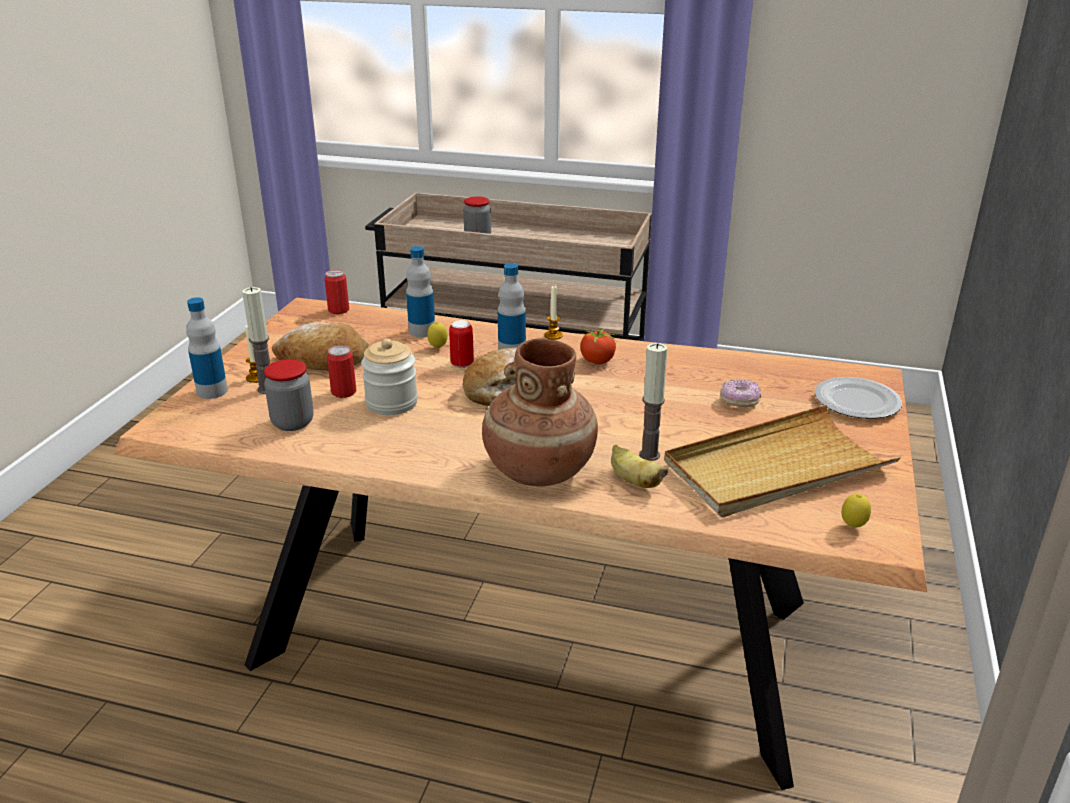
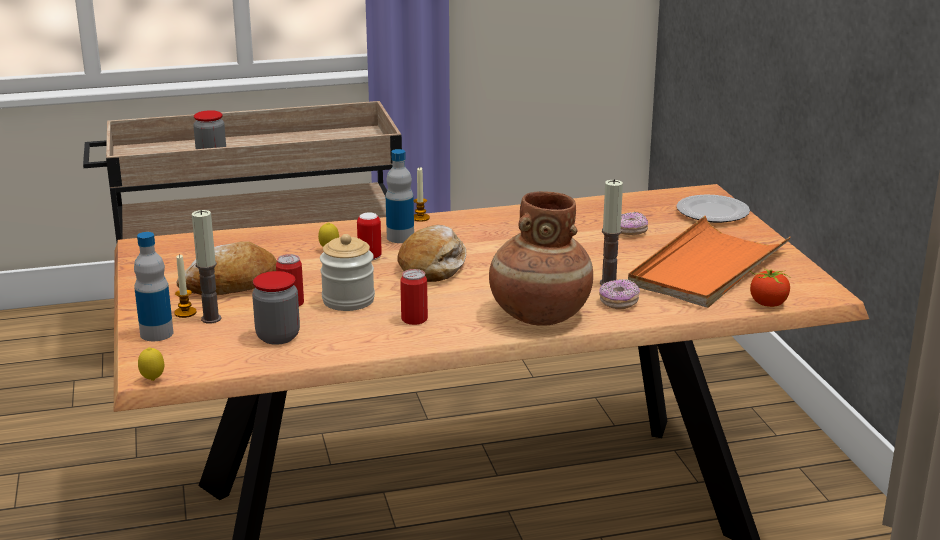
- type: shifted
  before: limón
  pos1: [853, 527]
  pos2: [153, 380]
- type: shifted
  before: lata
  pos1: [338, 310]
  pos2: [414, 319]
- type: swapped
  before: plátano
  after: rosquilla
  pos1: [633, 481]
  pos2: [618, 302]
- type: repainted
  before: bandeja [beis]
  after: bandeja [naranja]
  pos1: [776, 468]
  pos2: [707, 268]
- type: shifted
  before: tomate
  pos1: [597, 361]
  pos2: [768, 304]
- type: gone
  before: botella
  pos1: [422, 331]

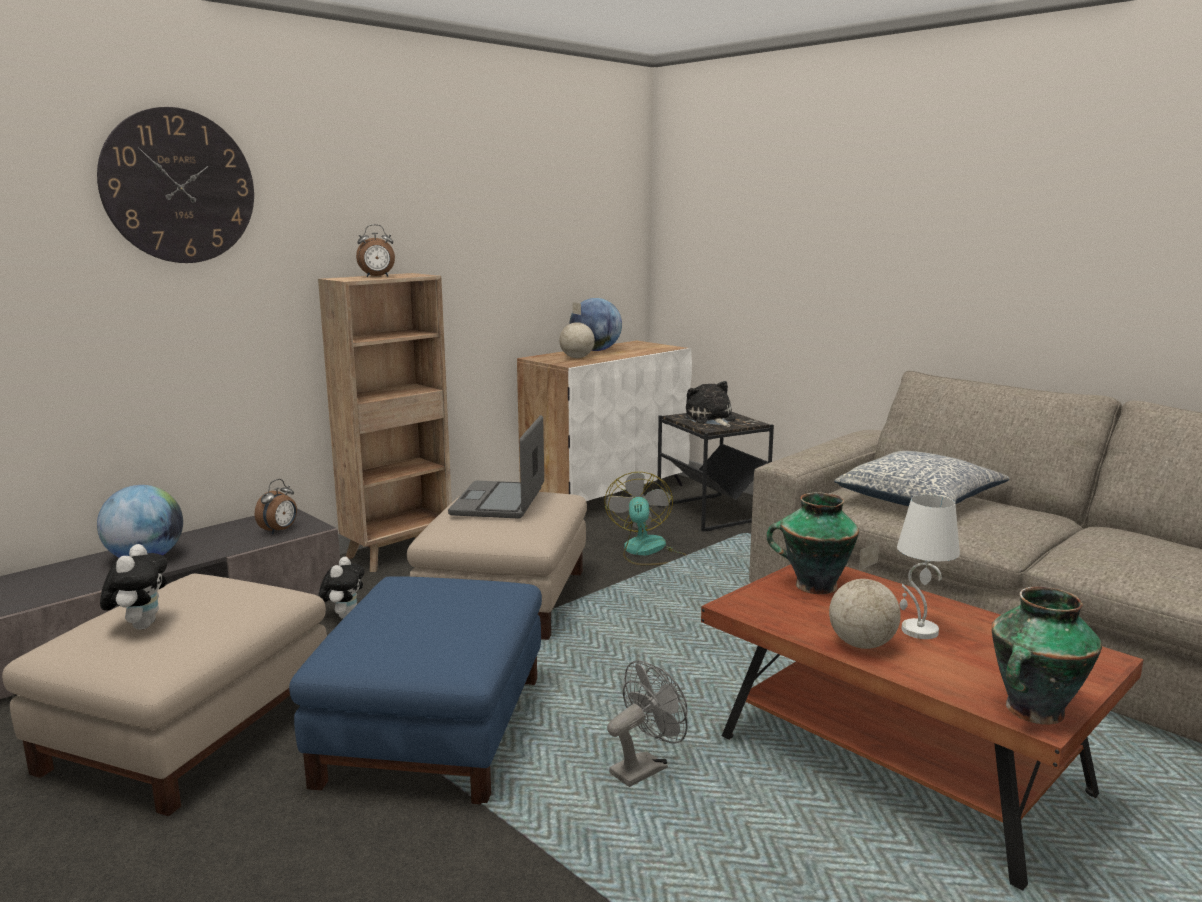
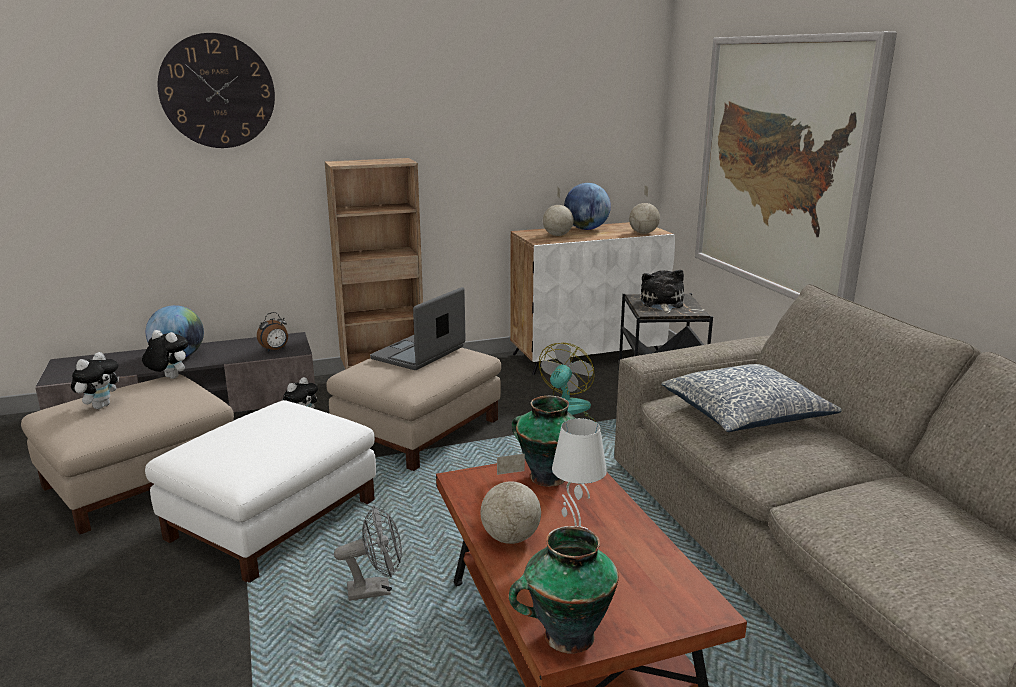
- type: new
  after: peluche
  pos2: [169, 378]
- type: repainted
  before: puf [azul]
  after: puf [blanco]
  pos1: [432, 728]
  pos2: [272, 518]
- type: new
  after: globo terráqueo
  pos2: [643, 233]
- type: new
  after: cuadro
  pos2: [782, 165]
- type: gone
  before: despertador
  pos1: [377, 276]

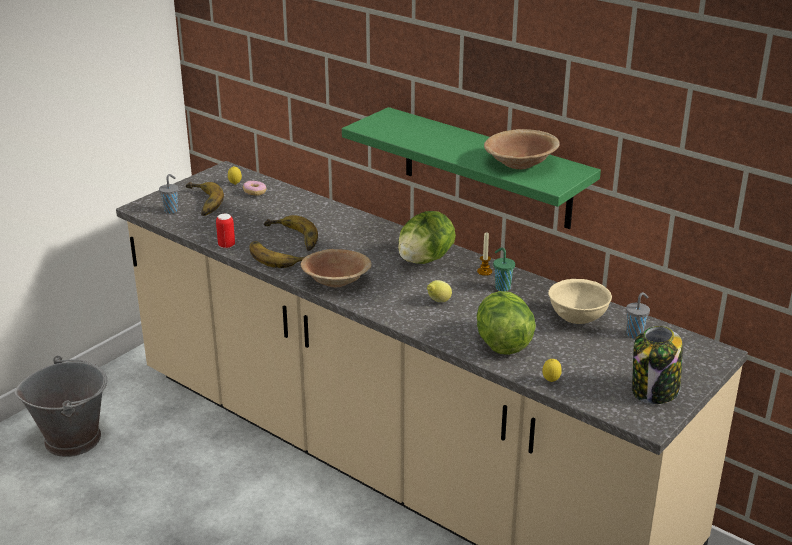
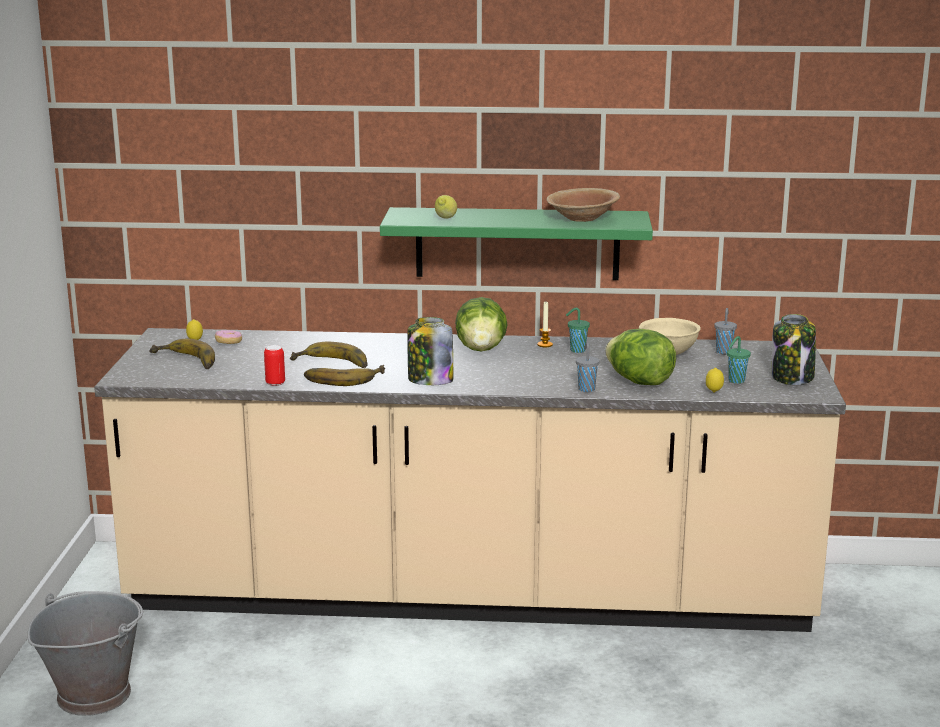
- type: swapped
  before: cuenco [marrón]
  after: tarro
  pos1: [336, 281]
  pos2: [429, 380]
- type: shifted
  before: limón
  pos1: [438, 302]
  pos2: [445, 219]
- type: shifted
  before: taza [gris]
  pos1: [171, 210]
  pos2: [586, 389]
- type: new
  after: taza [verde]
  pos2: [735, 381]

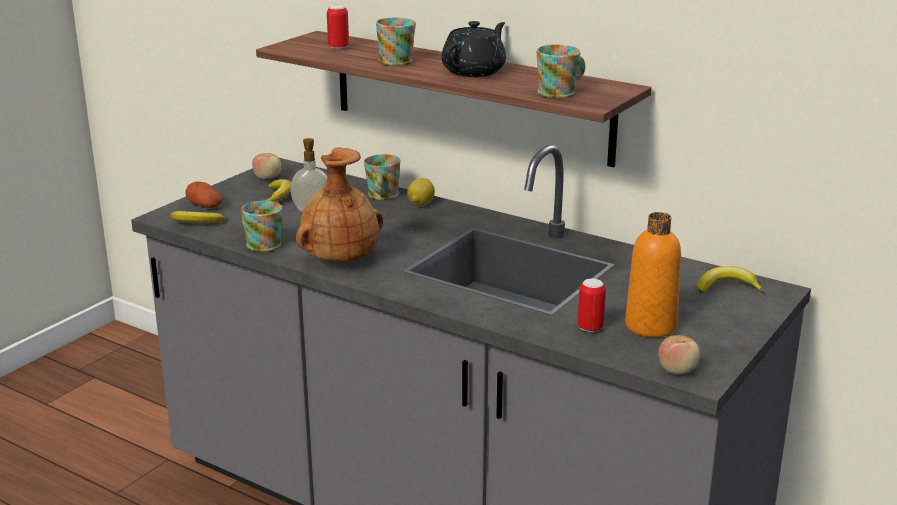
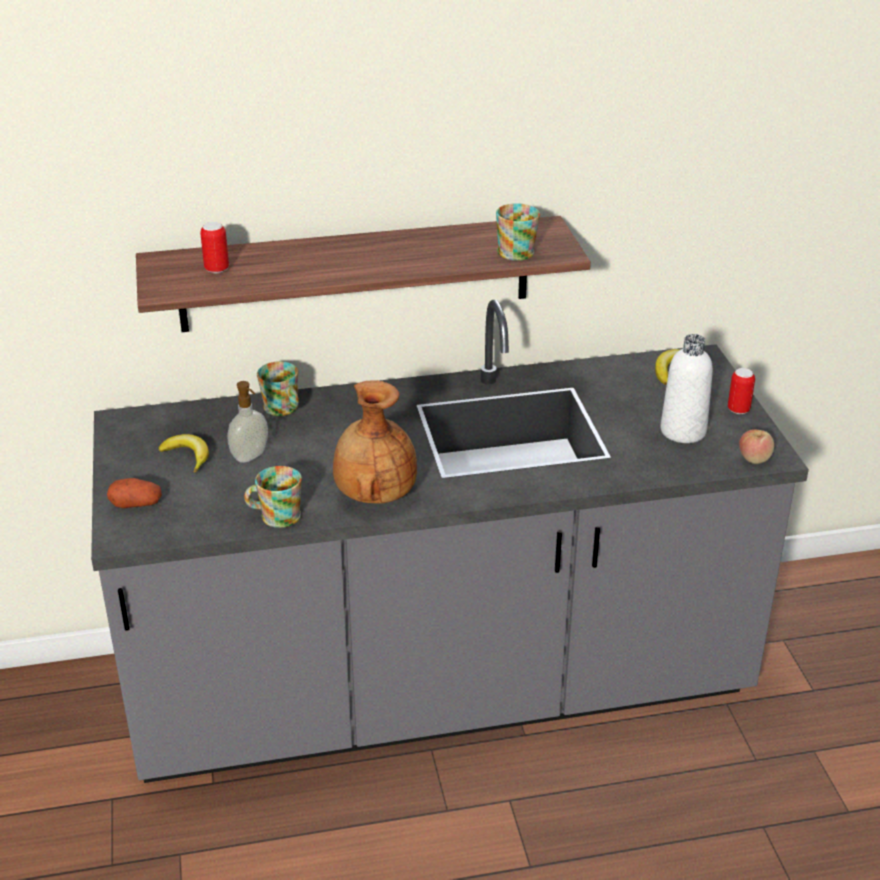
- type: repainted
  before: botella [naranja]
  after: botella [blanco]
  pos1: [650, 326]
  pos2: [683, 431]
- type: shifted
  before: lata
  pos1: [590, 328]
  pos2: [738, 410]
- type: gone
  before: plátano
  pos1: [196, 223]
- type: gone
  before: manzana
  pos1: [268, 178]
- type: gone
  before: taza grande
  pos1: [396, 60]
- type: gone
  before: limón
  pos1: [420, 204]
- type: gone
  before: tetera [negro]
  pos1: [475, 71]

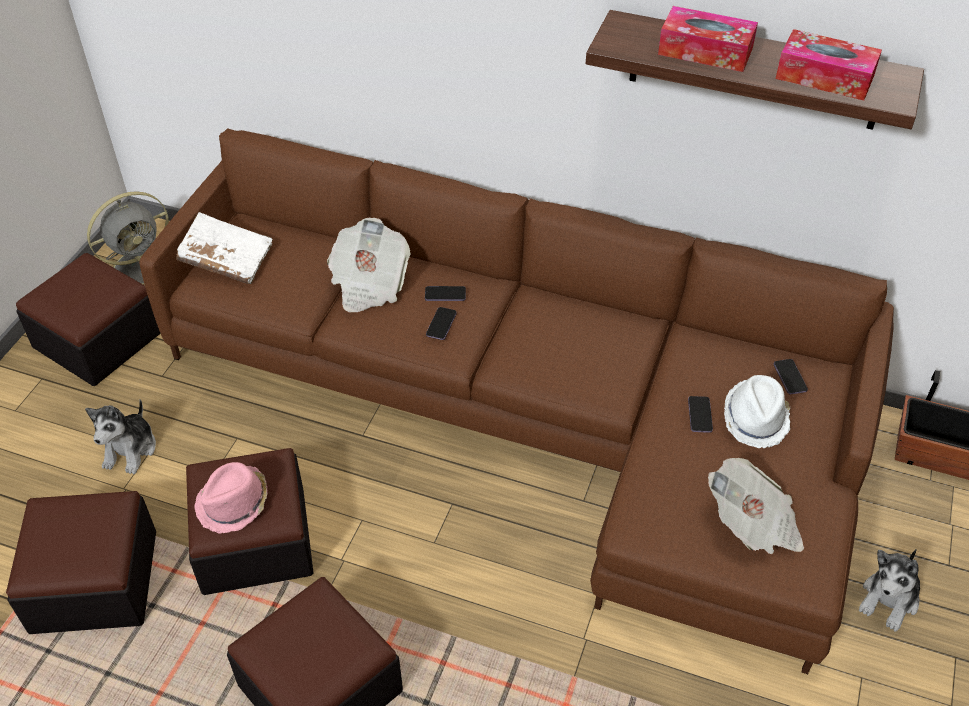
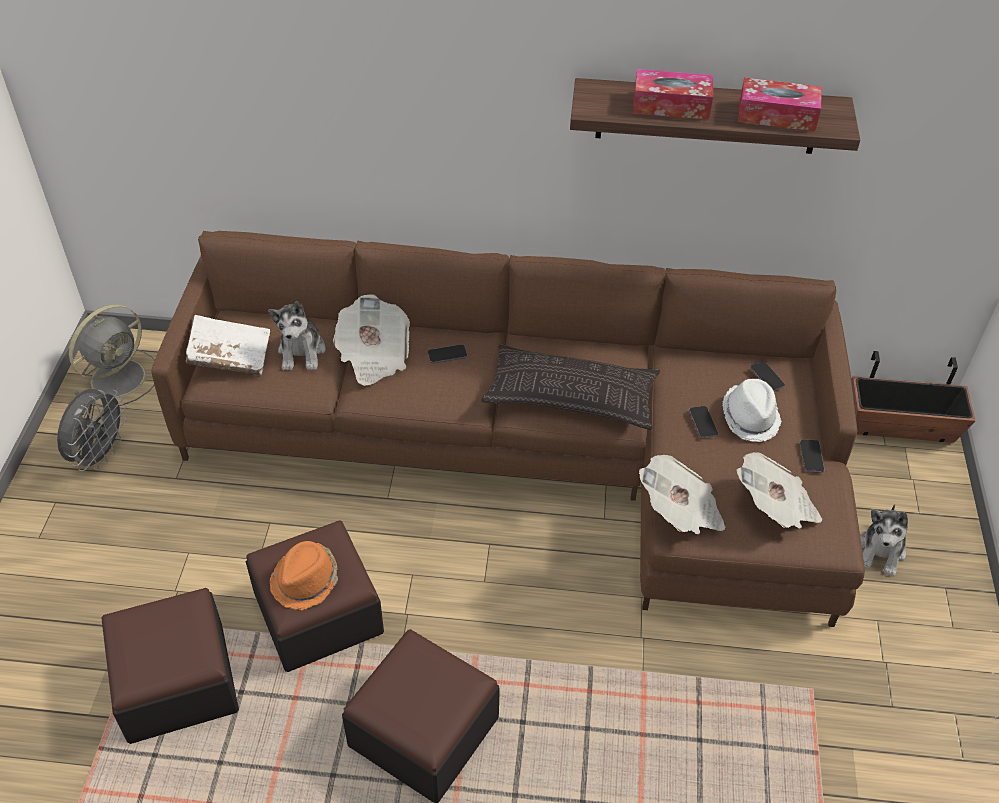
- type: swapped
  before: puf
  after: ventilador [gris]
  pos1: [98, 339]
  pos2: [100, 454]
- type: shifted
  before: peluche
  pos1: [130, 450]
  pos2: [302, 352]
- type: repainted
  before: sombrero [rosa]
  after: sombrero [naranja]
  pos1: [234, 504]
  pos2: [306, 580]
- type: new
  after: cojín
  pos2: [571, 395]
- type: new
  after: periódico
  pos2: [680, 512]
- type: shifted
  before: móvil
  pos1: [441, 324]
  pos2: [811, 457]

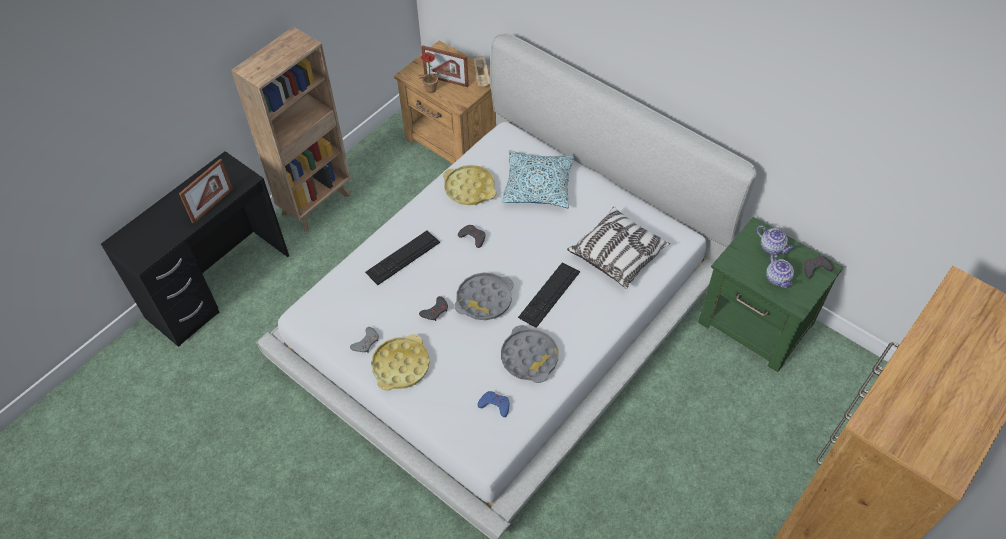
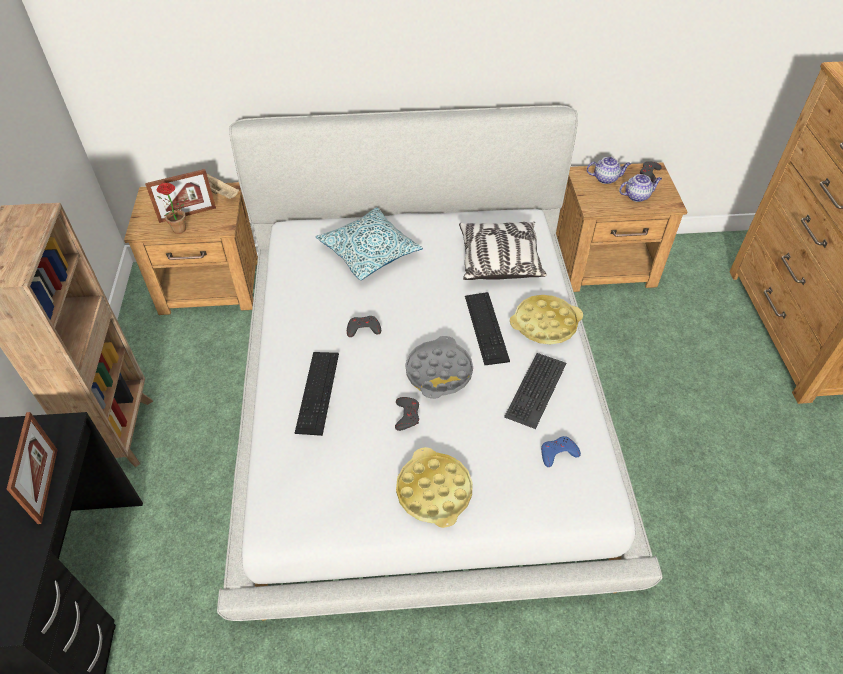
- type: swapped
  before: bandeja [gris]
  after: teclado
  pos1: [529, 357]
  pos2: [535, 389]
- type: shifted
  before: bandeja [amarillo]
  pos1: [469, 188]
  pos2: [545, 324]
- type: repainted
  before: mesita de noche [verde]
  after: mesita de noche [marrón]
  pos1: [756, 324]
  pos2: [605, 265]
- type: rotated
  before: tetera
  pos1: [778, 279]
  pos2: [637, 196]
  turn: -45
- type: gone
  before: mando de consola [gris]
  pos1: [366, 342]

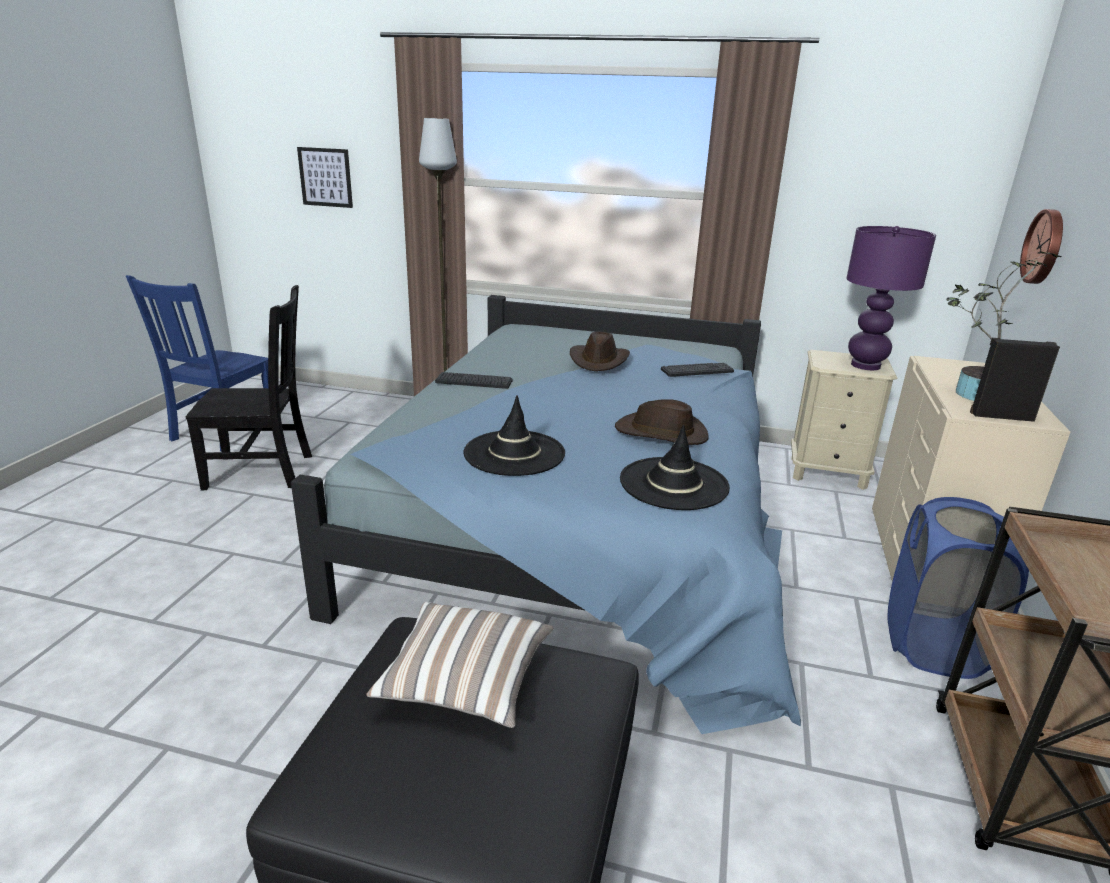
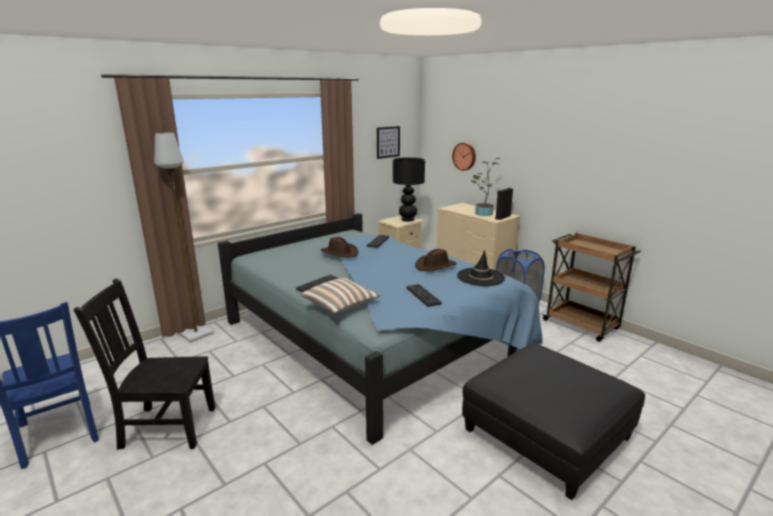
- type: rotated
  before: silla [negro]
  pos1: [263, 472]
  pos2: [165, 427]
  turn: -120
- type: shifted
  before: cojín
  pos1: [465, 682]
  pos2: [340, 306]
- type: shifted
  before: cuadro
  pos1: [325, 177]
  pos2: [388, 142]
- type: repainted
  before: lámpara de mesa [morado]
  after: lámpara de mesa [negro]
  pos1: [865, 365]
  pos2: [407, 219]
- type: swapped
  before: sombrero [negro]
  after: teclado
  pos1: [514, 453]
  pos2: [423, 295]

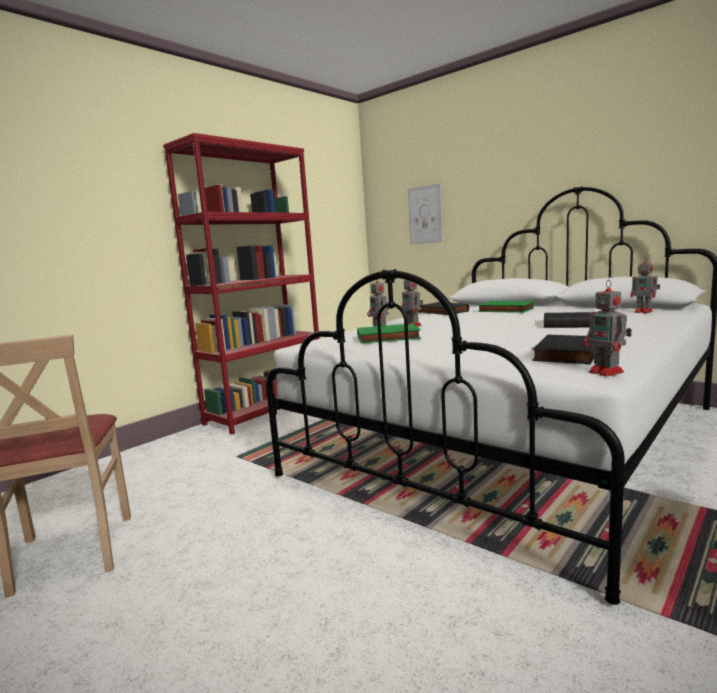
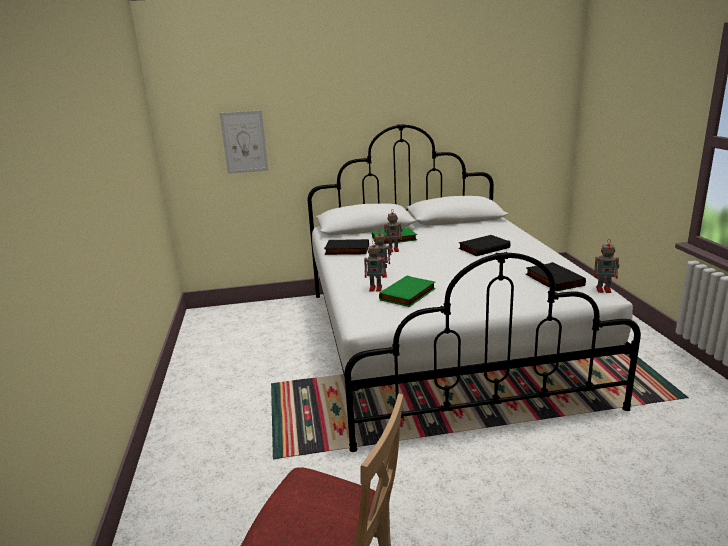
- type: shifted
  before: robot de juguete
  pos1: [644, 312]
  pos2: [394, 250]
- type: gone
  before: estantería [rojo]
  pos1: [267, 411]

